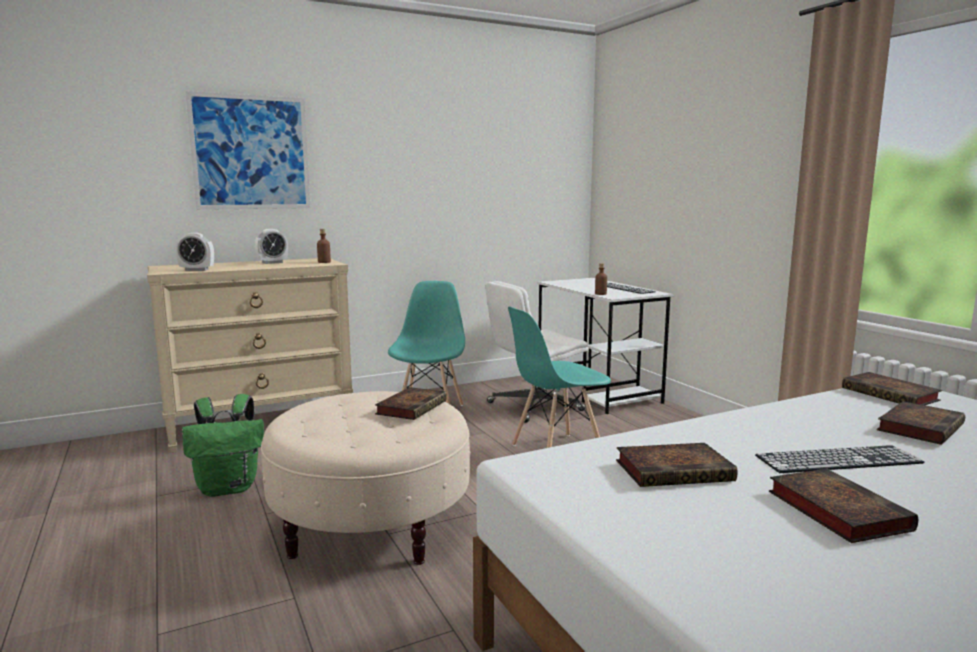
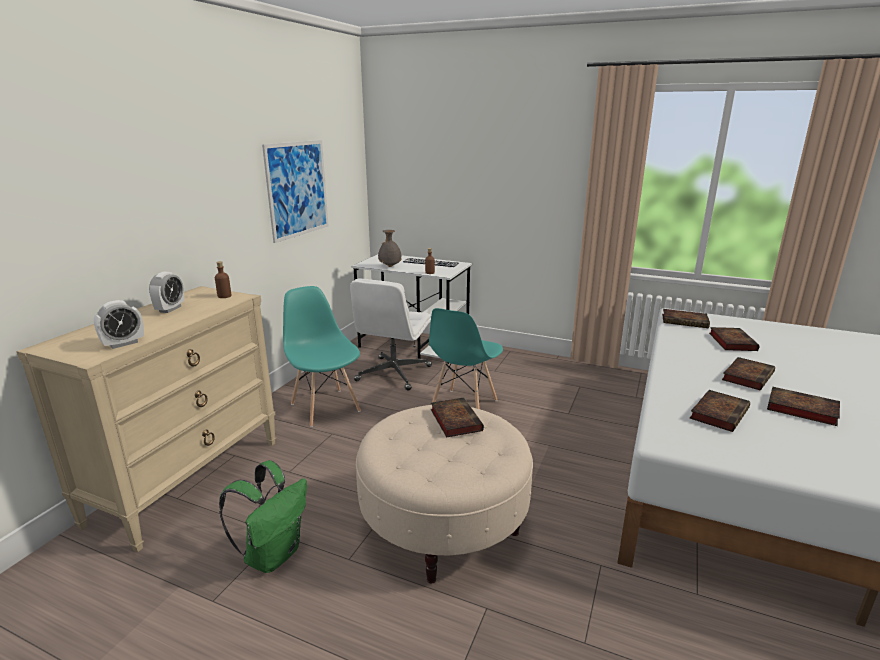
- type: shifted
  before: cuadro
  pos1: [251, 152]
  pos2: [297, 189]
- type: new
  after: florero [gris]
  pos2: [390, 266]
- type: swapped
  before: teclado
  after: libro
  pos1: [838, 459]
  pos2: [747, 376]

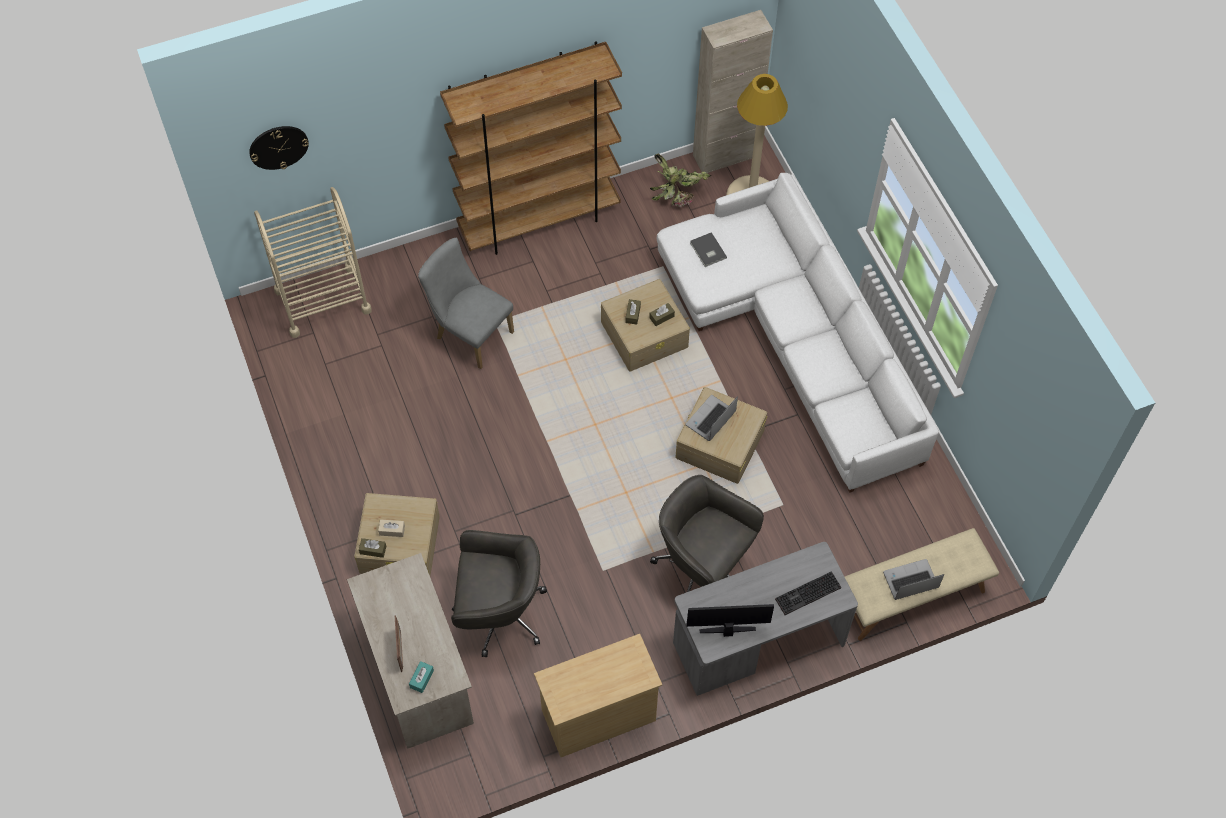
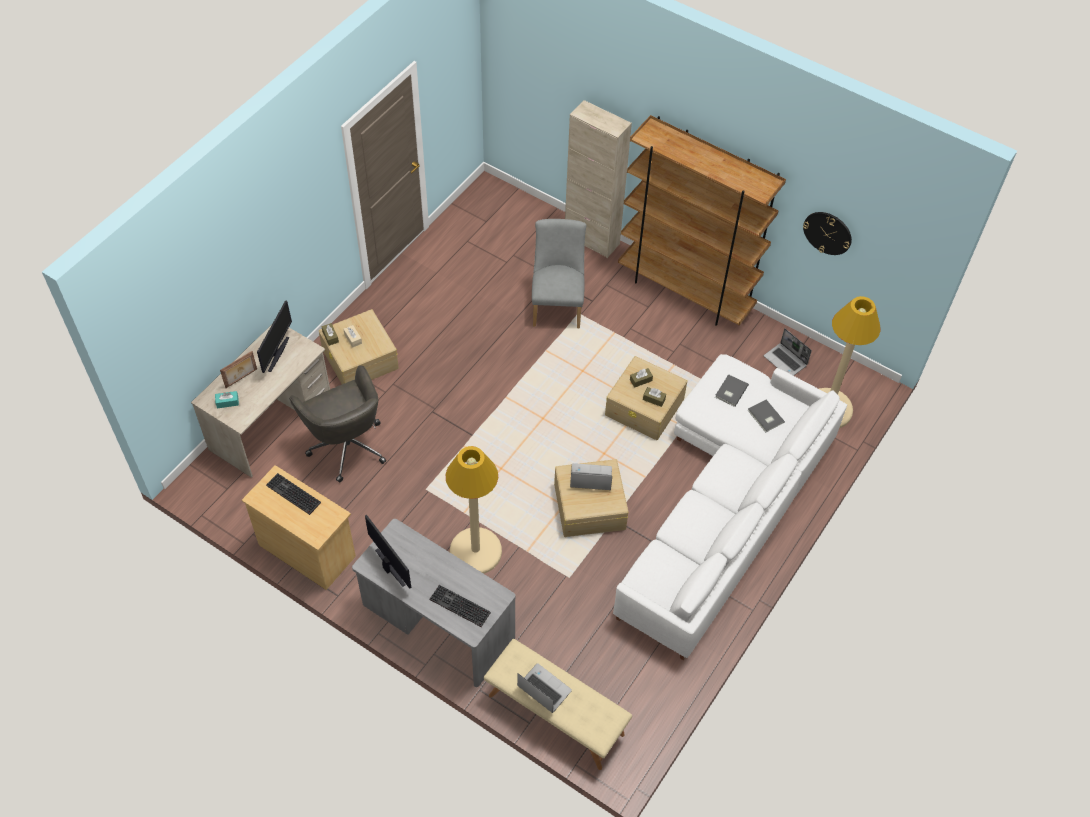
- type: new
  after: monitor
  pos2: [277, 354]
- type: new
  after: teclado
  pos2: [292, 494]
- type: swapped
  before: silla de oficina [gris]
  after: lámpara de pie [beis]
  pos1: [702, 566]
  pos2: [476, 551]
- type: shifted
  before: armario [beis]
  pos1: [725, 156]
  pos2: [591, 240]
- type: new
  after: libro [gris]
  pos2: [765, 417]
- type: swapped
  before: planta en maceta
  after: portátil
  pos1: [677, 195]
  pos2: [785, 361]
- type: shifted
  before: reloj de pared
  pos1: [278, 147]
  pos2: [827, 233]
- type: gone
  before: carrito [beis]
  pos1: [323, 300]

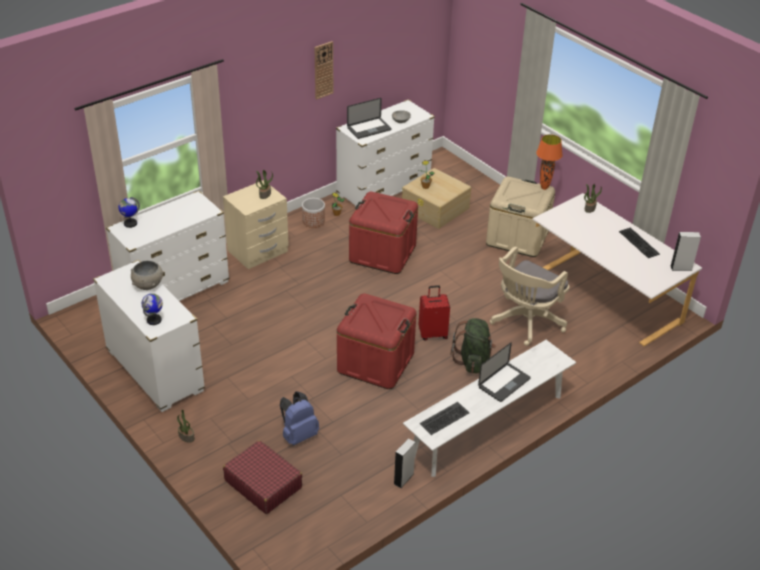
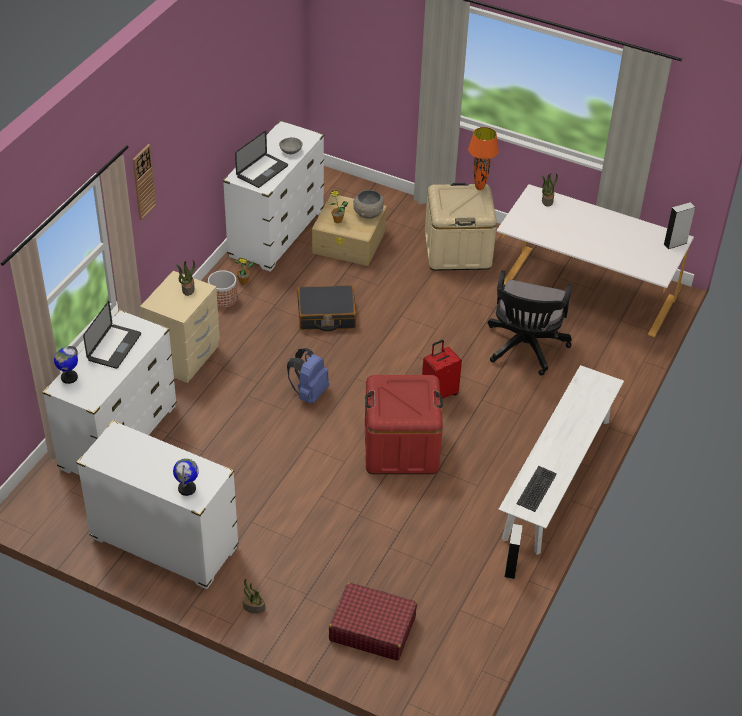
- type: shifted
  before: portátil
  pos1: [504, 383]
  pos2: [114, 347]
- type: shifted
  before: reloj de pared
  pos1: [323, 70]
  pos2: [143, 182]
- type: shifted
  before: mochila [azul]
  pos1: [298, 435]
  pos2: [309, 393]
- type: swapped
  before: caja de almacenaje [rojo]
  after: maleta [negro]
  pos1: [382, 253]
  pos2: [326, 315]
- type: shifted
  before: cuenco [gris]
  pos1: [148, 284]
  pos2: [368, 213]
- type: repainted
  before: silla de oficina [beis]
  after: silla de oficina [negro]
  pos1: [525, 322]
  pos2: [525, 349]
- type: gone
  before: mochila [verde]
  pos1: [473, 360]
- type: gone
  before: teclado
  pos1: [640, 242]

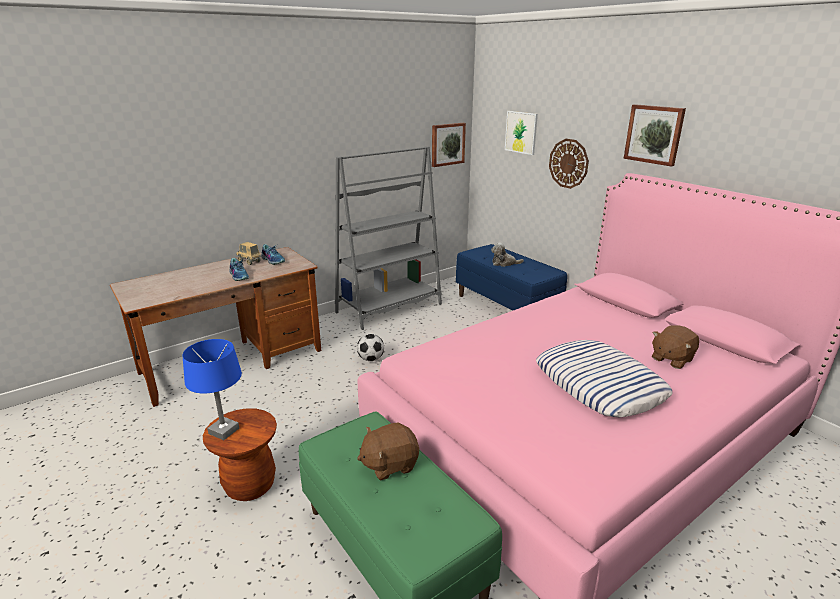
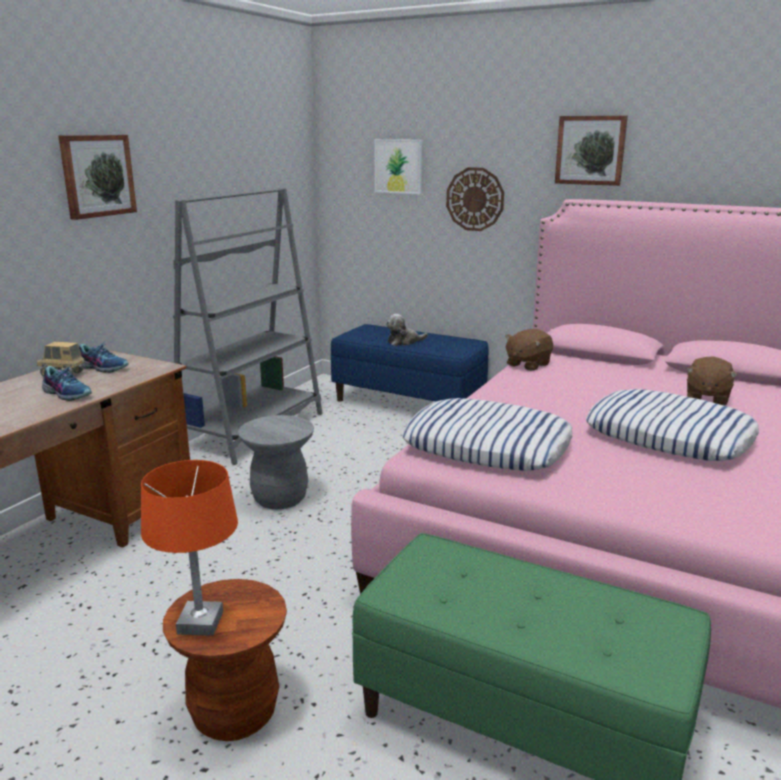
- type: shifted
  before: cuadro
  pos1: [447, 144]
  pos2: [97, 175]
- type: repainted
  before: lámpara de mesa [azul]
  after: lámpara de mesa [naranja]
  pos1: [223, 431]
  pos2: [200, 623]
- type: swapped
  before: balón de fútbol
  after: taburete [gris]
  pos1: [371, 359]
  pos2: [280, 498]
- type: new
  after: cojín
  pos2: [488, 446]
- type: shifted
  before: peluche [marrón]
  pos1: [389, 464]
  pos2: [527, 364]

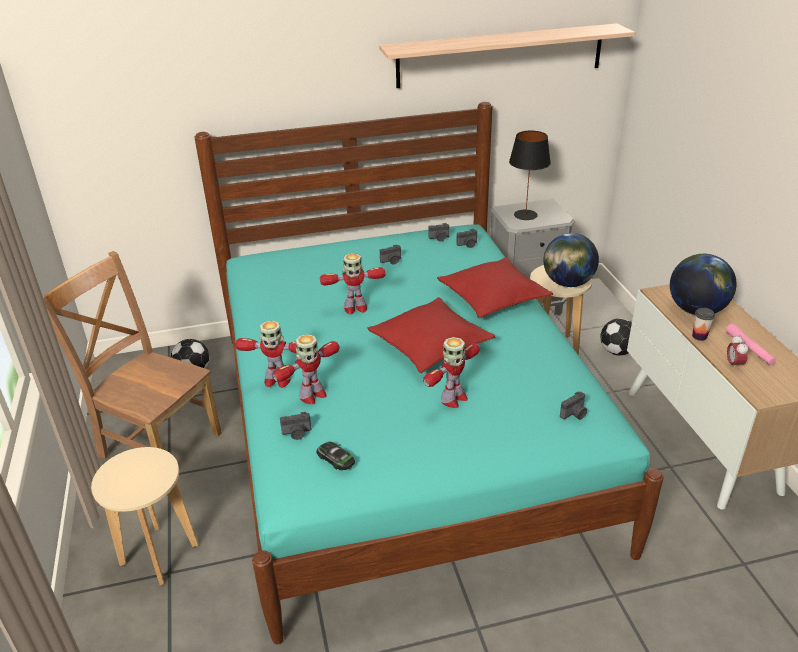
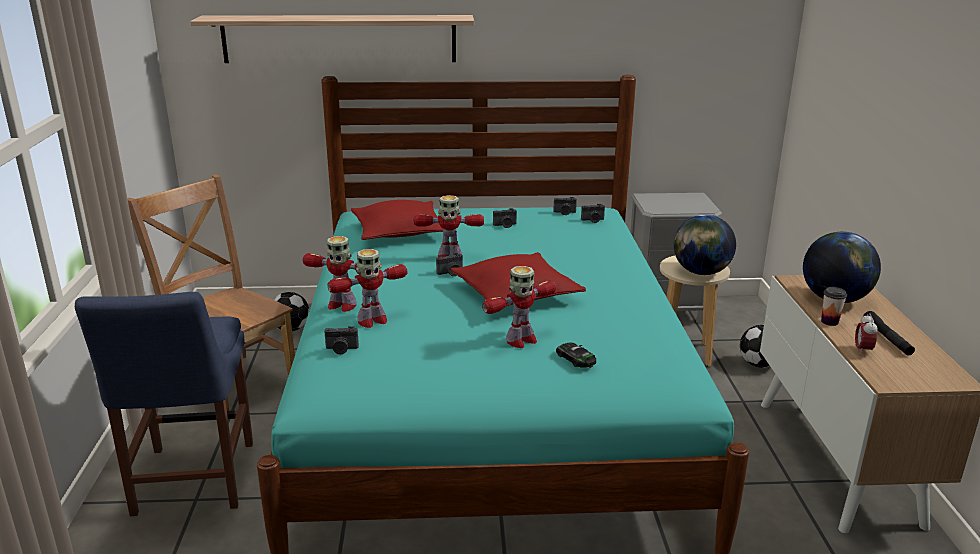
- type: swapped
  before: taburete [beis]
  after: silla [azul]
  pos1: [159, 555]
  pos2: [192, 482]
- type: shifted
  before: estante
  pos1: [500, 55]
  pos2: [339, 39]
- type: shifted
  before: cojín [rojo]
  pos1: [493, 297]
  pos2: [399, 232]
- type: shifted
  before: cámara
  pos1: [574, 414]
  pos2: [451, 273]
- type: shifted
  before: coche de juguete
  pos1: [336, 459]
  pos2: [576, 359]
- type: repainted
  before: linterna [rosa]
  after: linterna [negro]
  pos1: [749, 349]
  pos2: [887, 339]
- type: gone
  before: lámpara de mesa [negro]
  pos1: [525, 215]

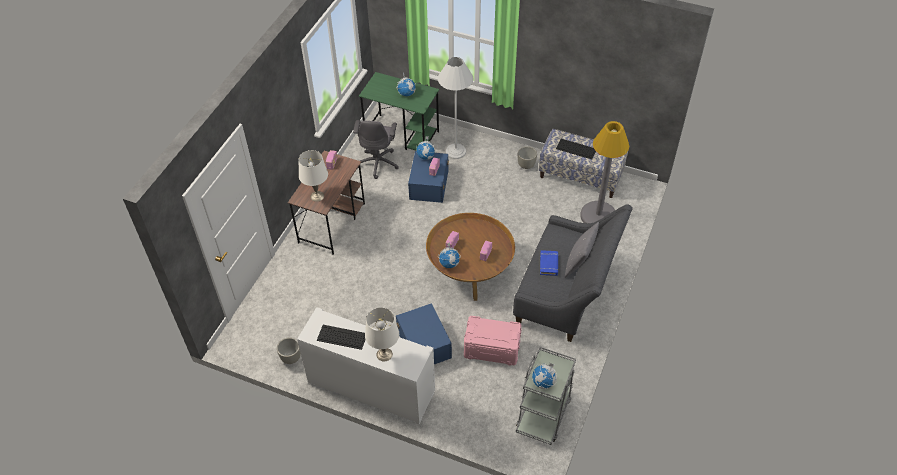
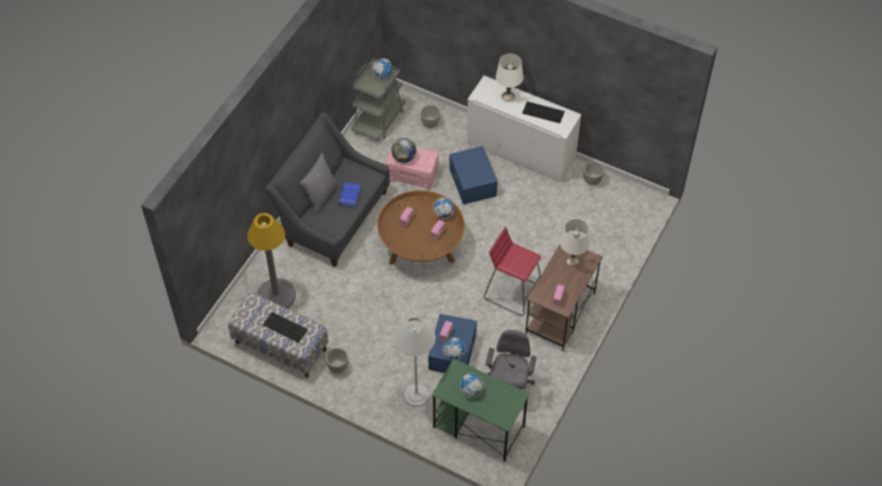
- type: new
  after: globo terráqueo
  pos2: [404, 158]
- type: new
  after: maceta [gris]
  pos2: [430, 124]
- type: new
  after: taburete [rojo]
  pos2: [512, 292]

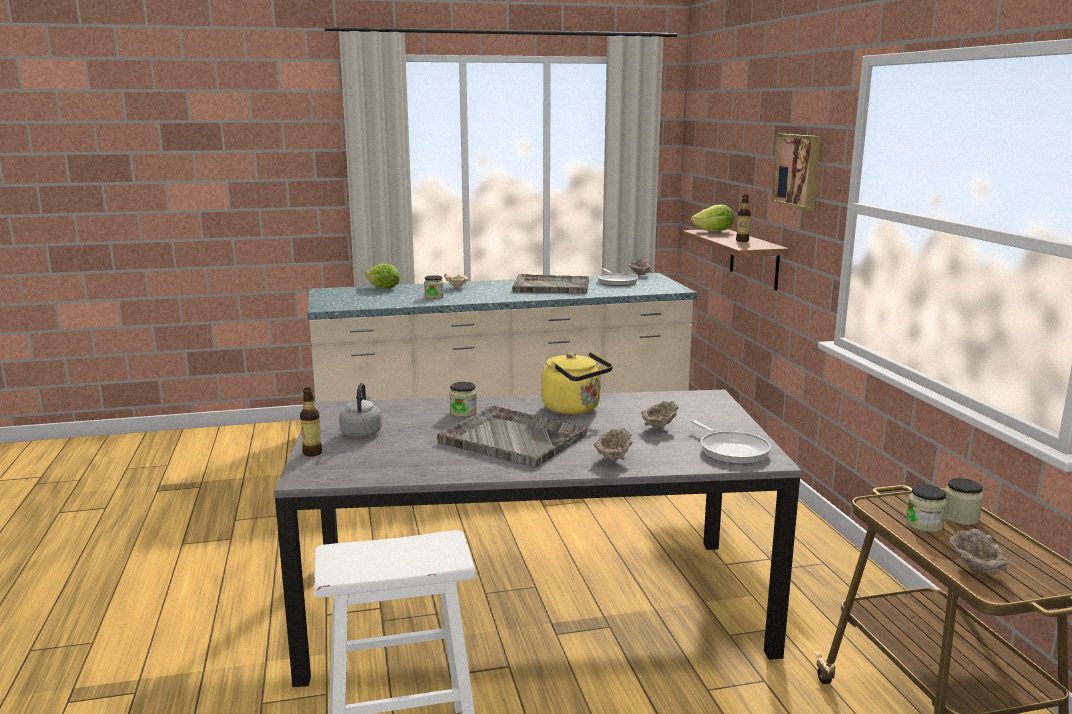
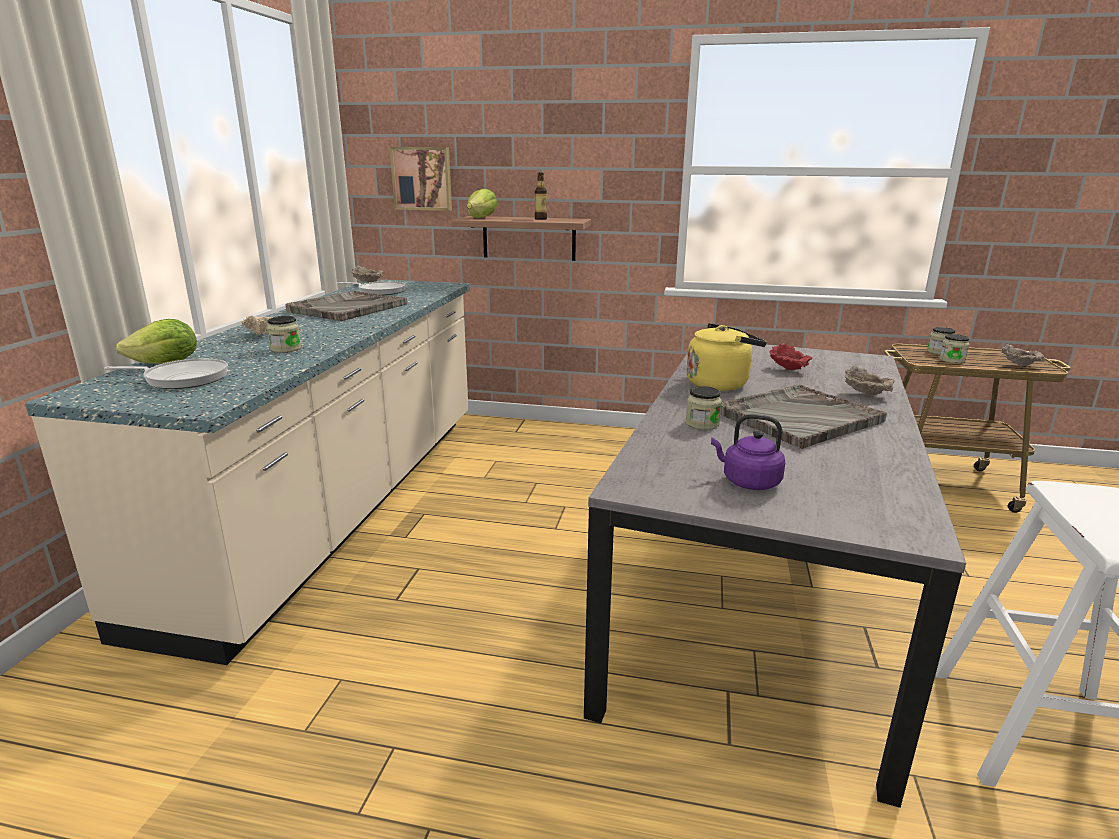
- type: shifted
  before: sartén
  pos1: [731, 450]
  pos2: [182, 378]
- type: shifted
  before: cuadro
  pos1: [798, 170]
  pos2: [422, 178]
- type: repainted
  before: hervidor [gris]
  after: hervidor [morado]
  pos1: [362, 432]
  pos2: [748, 482]
- type: repainted
  before: cuenco [beis]
  after: cuenco [rojo]
  pos1: [658, 428]
  pos2: [788, 369]
- type: gone
  before: botella
  pos1: [312, 453]

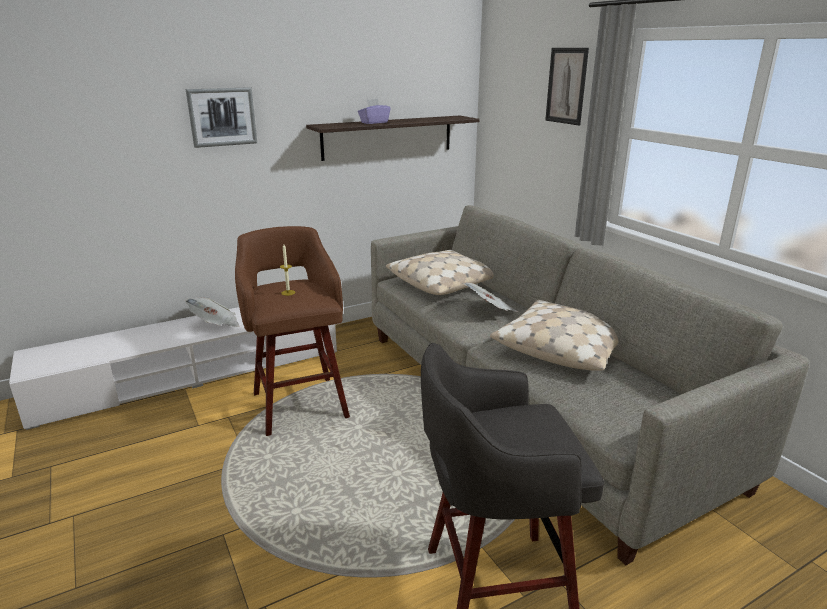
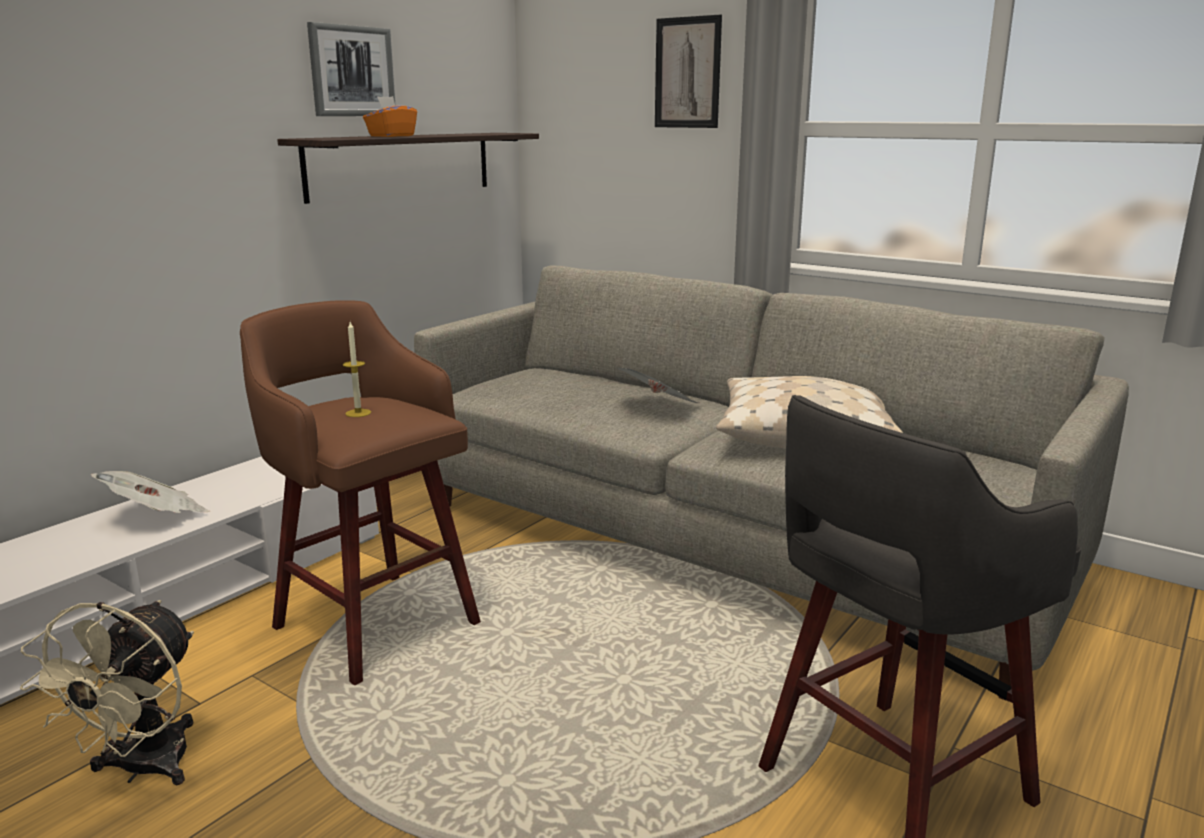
- type: new
  after: ventilador [beis]
  pos2: [142, 770]
- type: shifted
  before: cuadro
  pos1: [222, 117]
  pos2: [351, 71]
- type: repainted
  before: caja de pañuelos [morado]
  after: caja de pañuelos [naranja]
  pos1: [374, 122]
  pos2: [391, 136]
- type: gone
  before: cojín [beis]
  pos1: [444, 283]

